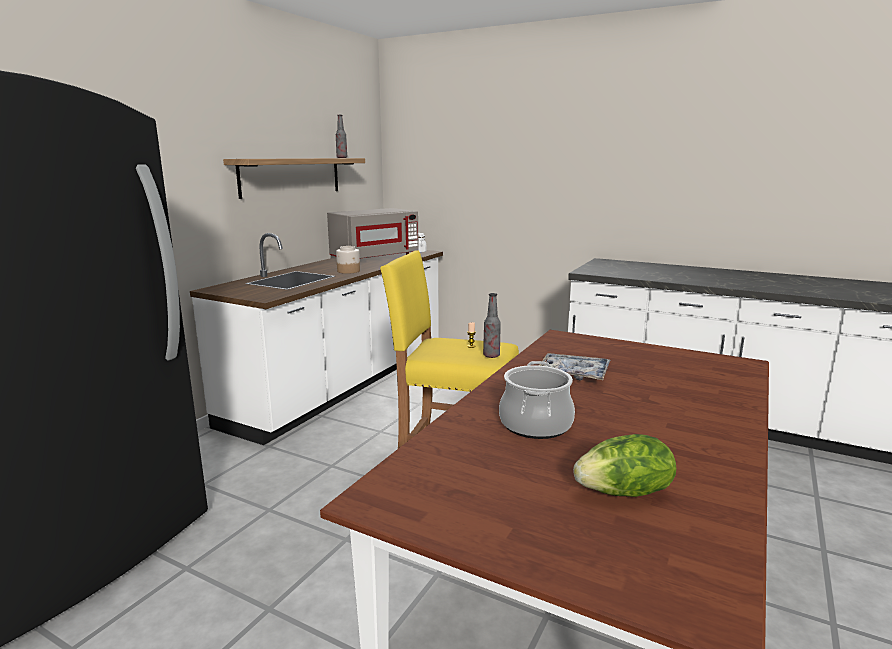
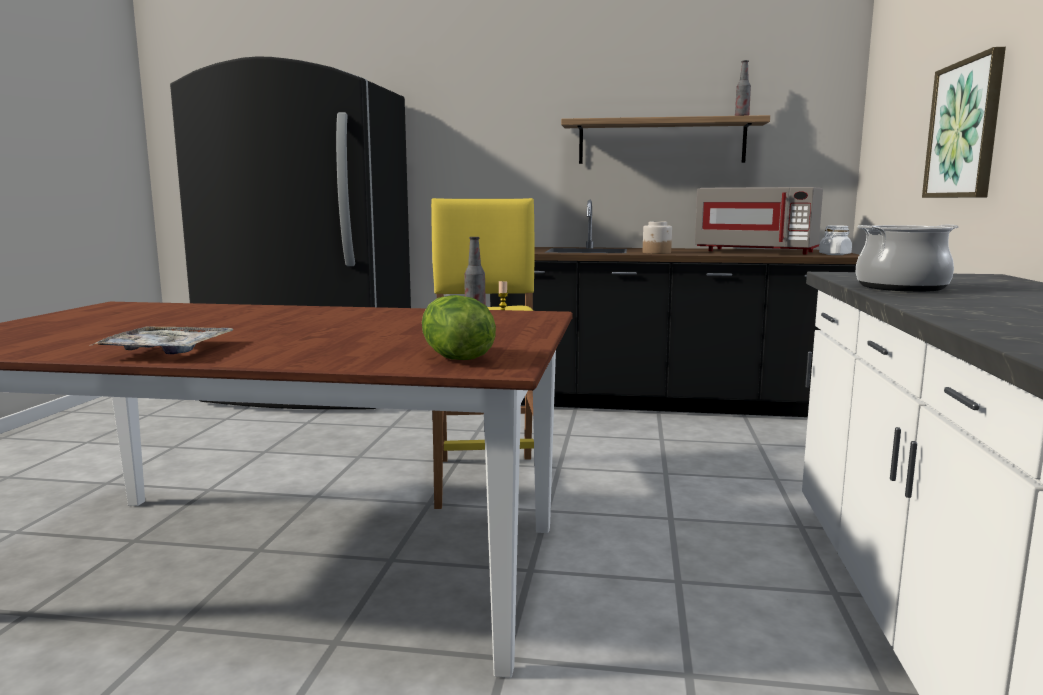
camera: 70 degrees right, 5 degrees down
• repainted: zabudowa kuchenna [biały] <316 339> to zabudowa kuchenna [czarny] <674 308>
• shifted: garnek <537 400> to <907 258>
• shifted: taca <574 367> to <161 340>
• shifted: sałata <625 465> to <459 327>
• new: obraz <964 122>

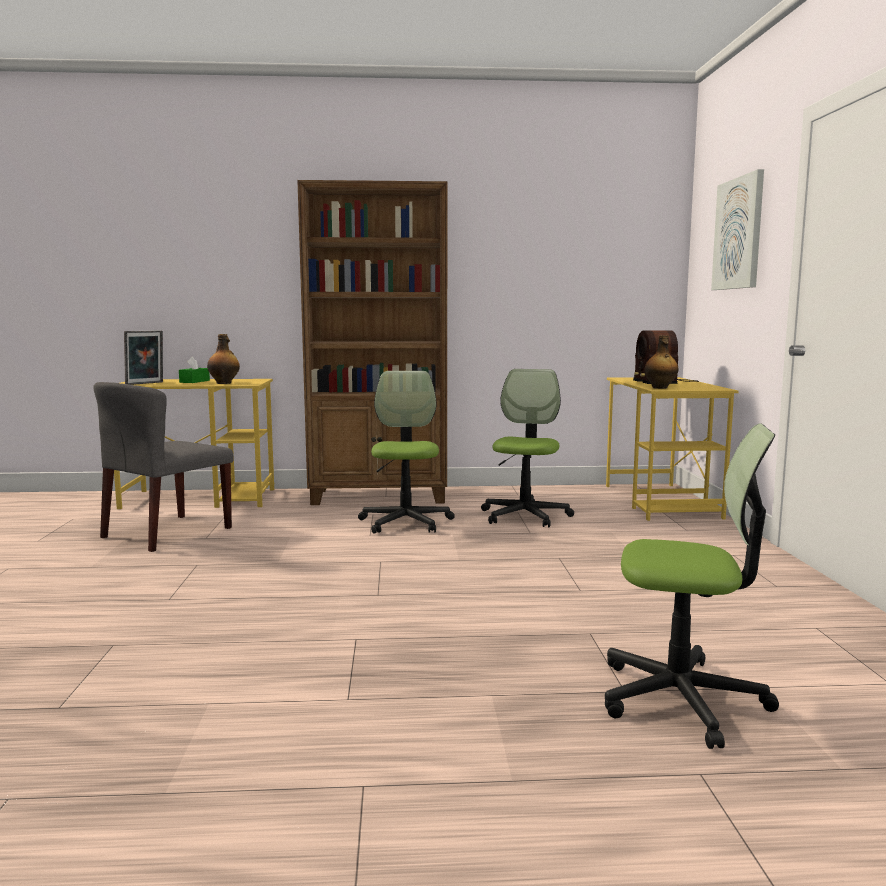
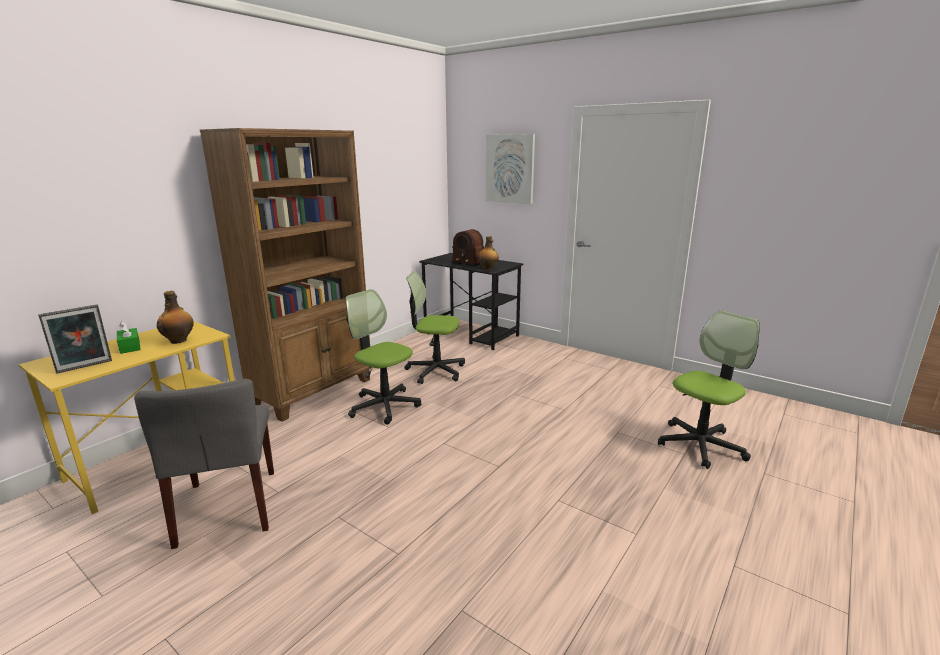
camera: 50 degrees left, 10 degrees up
• rotated: ramka na zdjęcie <143 357> = <75 339> 60 degrees clockwise
• rotated: krzesło biurowe <527 448> = <434 327> 45 degrees counterclockwise
• repainted: biurko [żółty] <672 449> to biurko [czarny] <471 301>

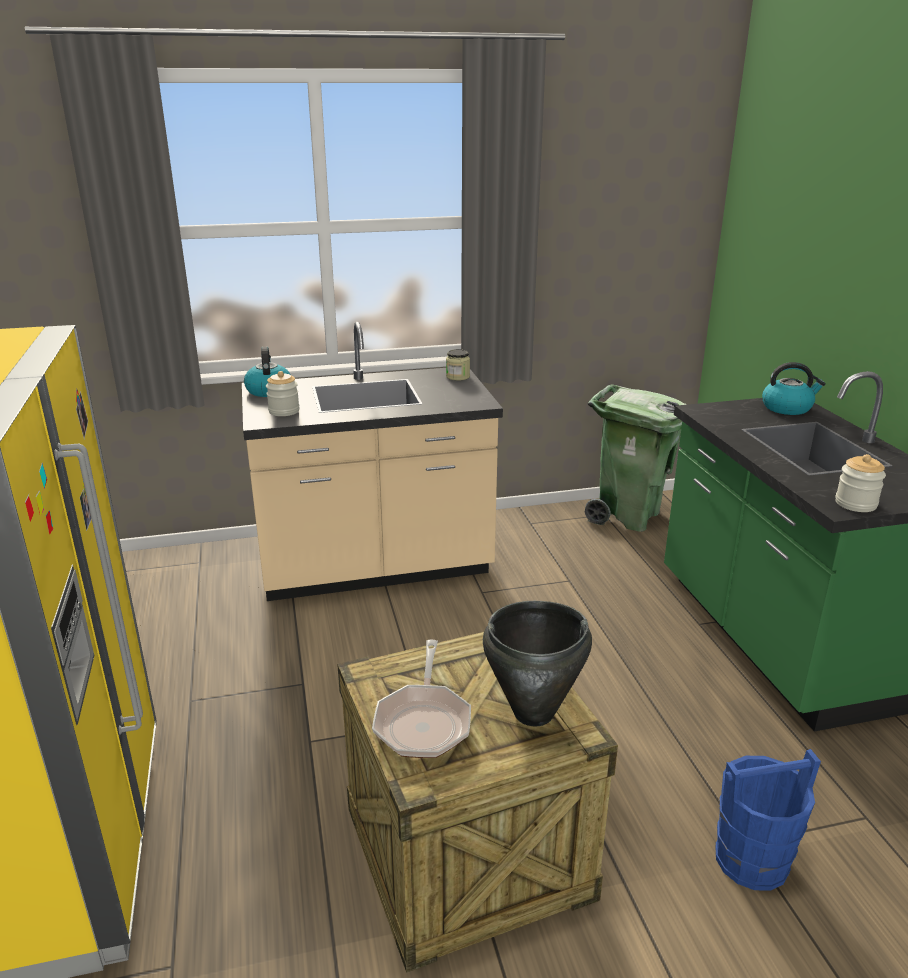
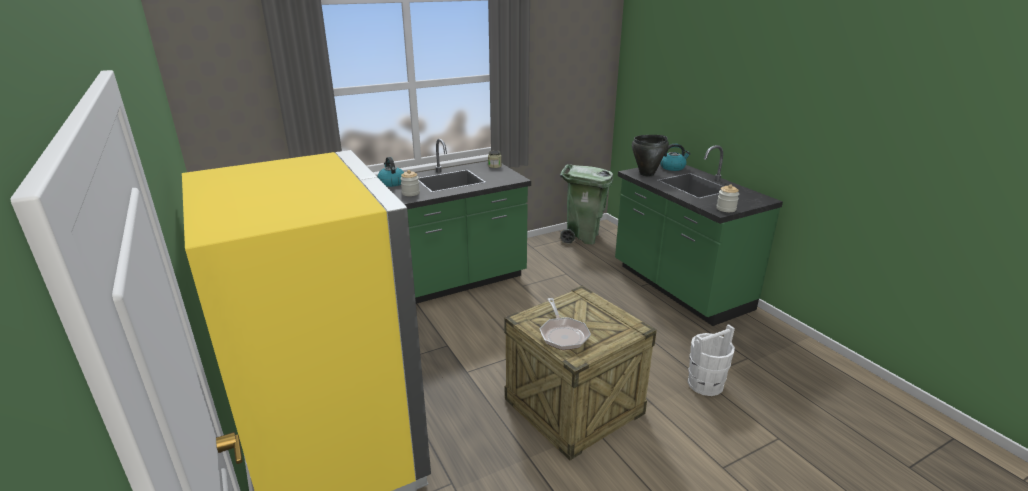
camera: 15 degrees left, 0 degrees up
• repainted: zabudowa kuchenna [beżowy] <372 461> to zabudowa kuchenna [zielony] <459 221>
• shifted: garnek [czarny] <537 663> to <650 155>
• repainted: wiadro [niebieski] <768 820> to wiadro [biały] <711 360>

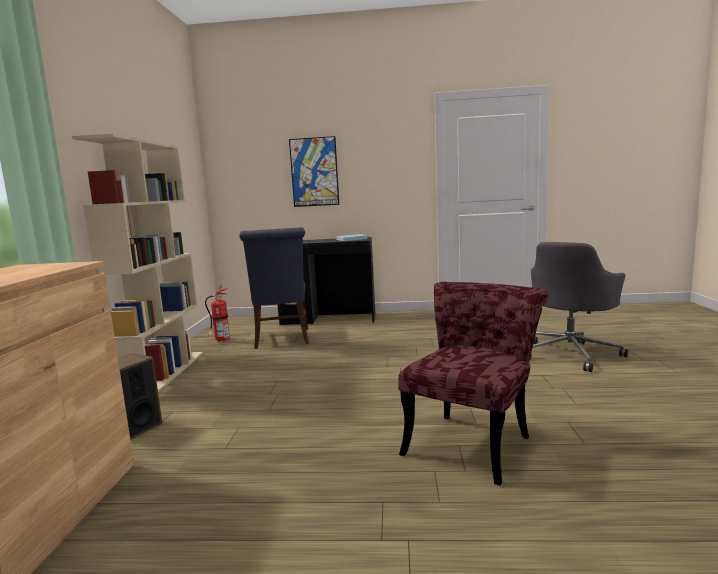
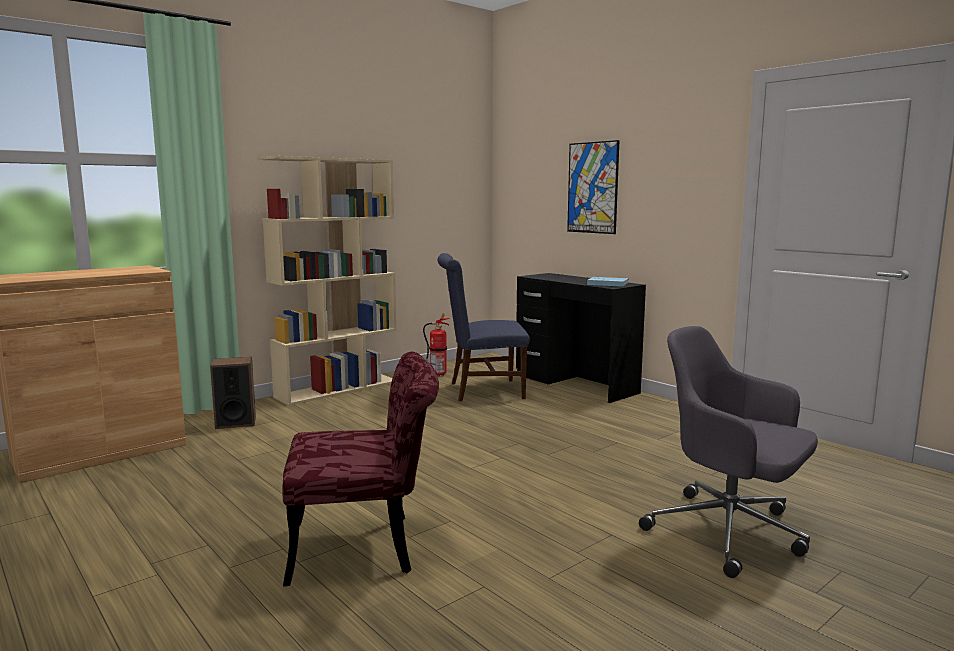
camera: 45 degrees right, 0 degrees up
• rotated: krzesło [niebieski] <274 288> = <484 327> 45 degrees clockwise
• rotated: krzesło biurowe [szary] <579 307> = <728 452> 45 degrees clockwise

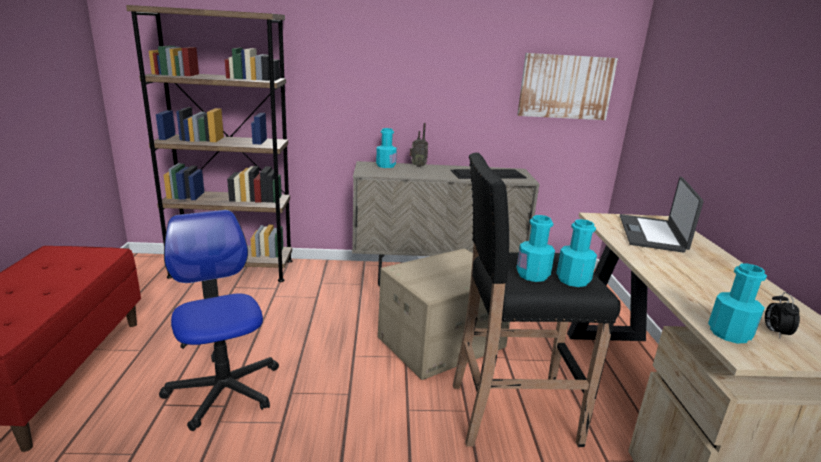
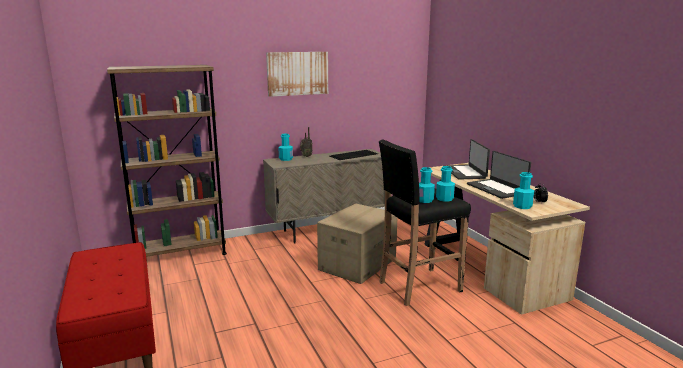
camera: 20 degrees left, 5 degrees down
• gone: krzesło biurowe <219 320>
• shifted: obraz <567 86> to <297 74>
• new: laptop <499 175>

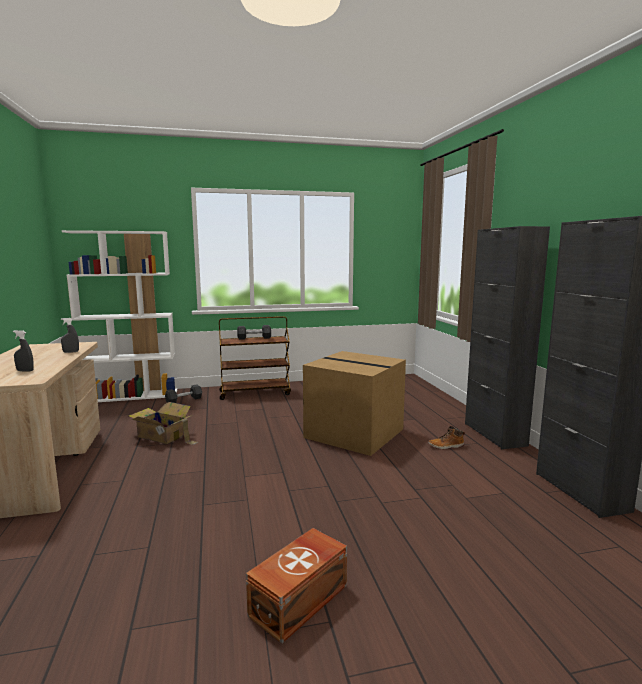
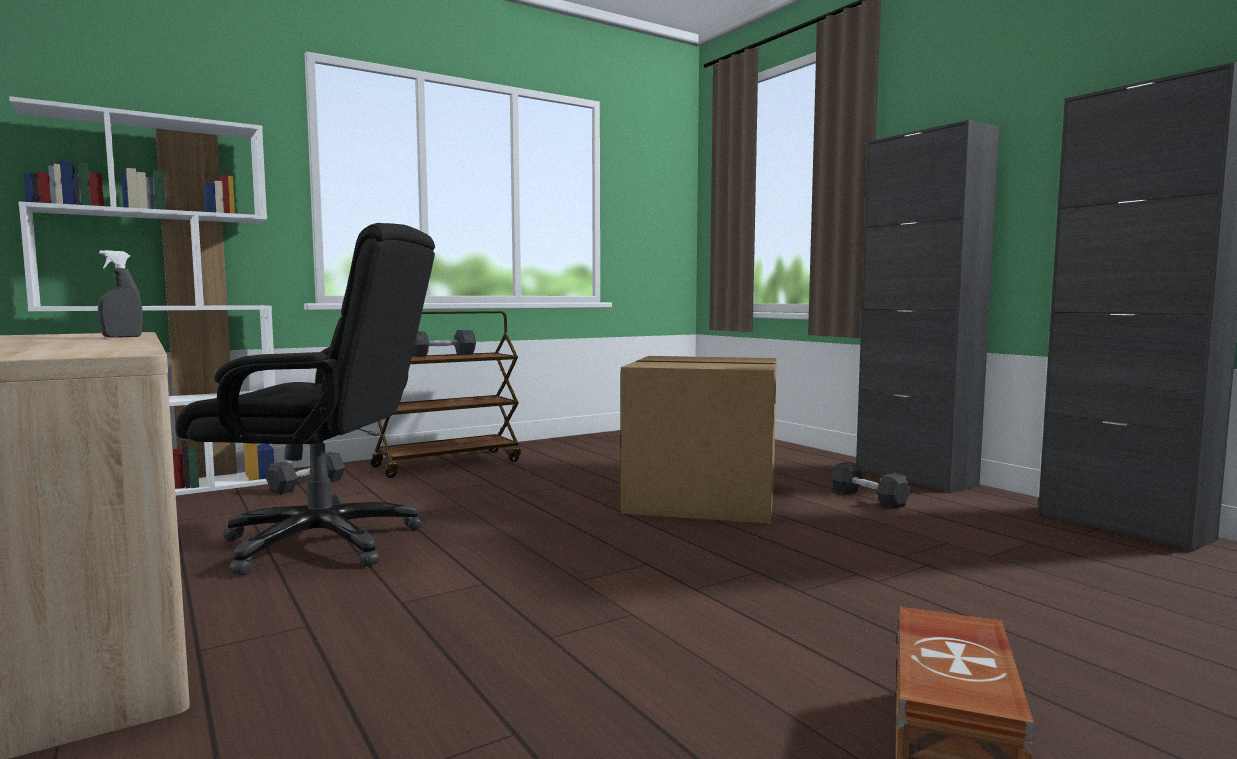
camera: 20 degrees left, 5 degrees down
• gone: spryskiwacz [szary] <23 350>
• swapped: karton <164 423> to krzesło biurowe [czarny] <305 399>
• swapped: but z cholewką <446 437> to hantel [szary] <870 485>

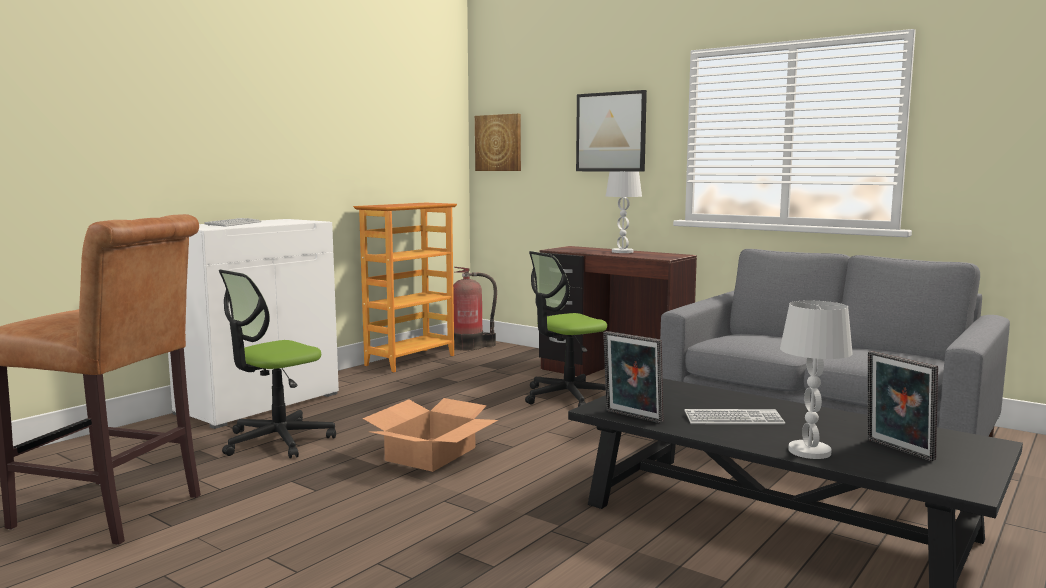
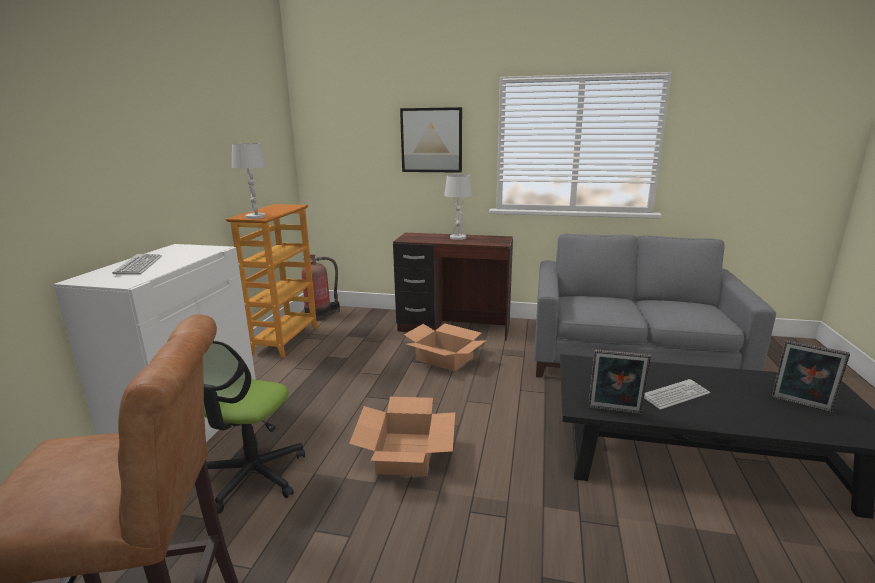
camera: 25 degrees left, 10 degrees up
• gone: obraz <498 142>
• swapped: krzesło biurowe <566 329> to karton <445 347>
• shifted: lampa stołowa [biały] <816 380> to <249 181>

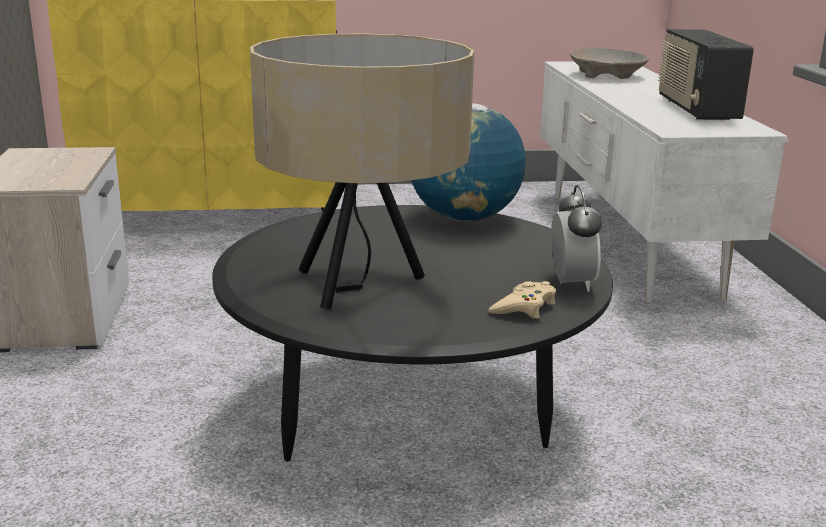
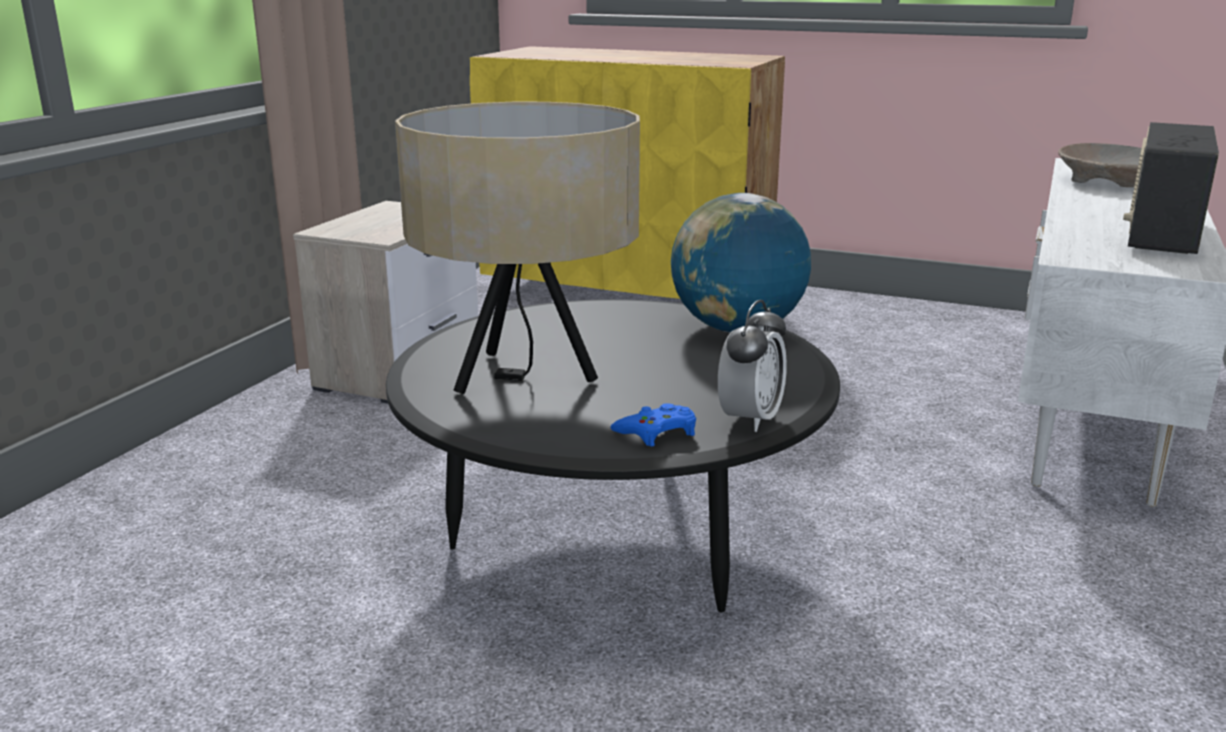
camera: 30 degrees right, 0 degrees up
• repainted: pad do gier [beżowy] <522 300> to pad do gier [niebieski] <653 425>

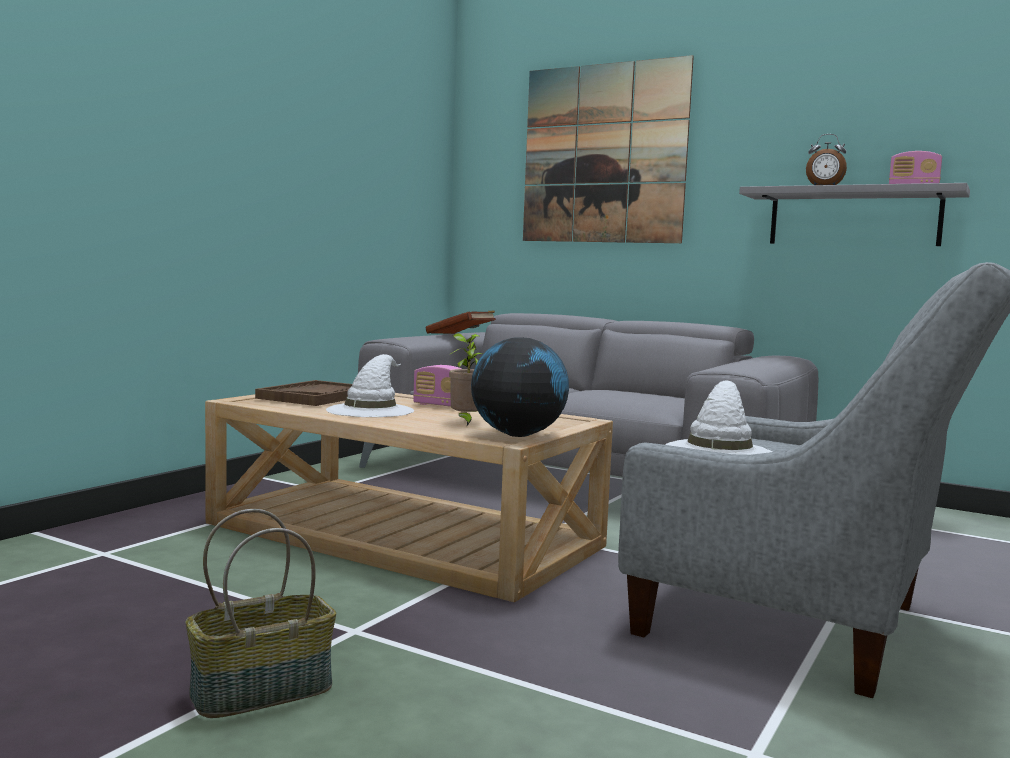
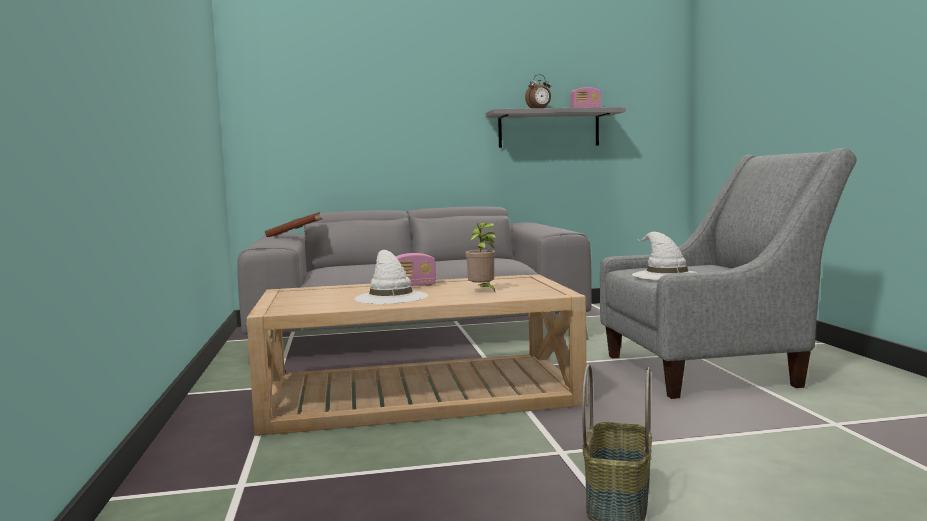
camera: 40 degrees left, 0 degrees up
• gone: taca [brązowy] <303 393>
• gone: globus <520 387>
• gone: obraz <608 149>

